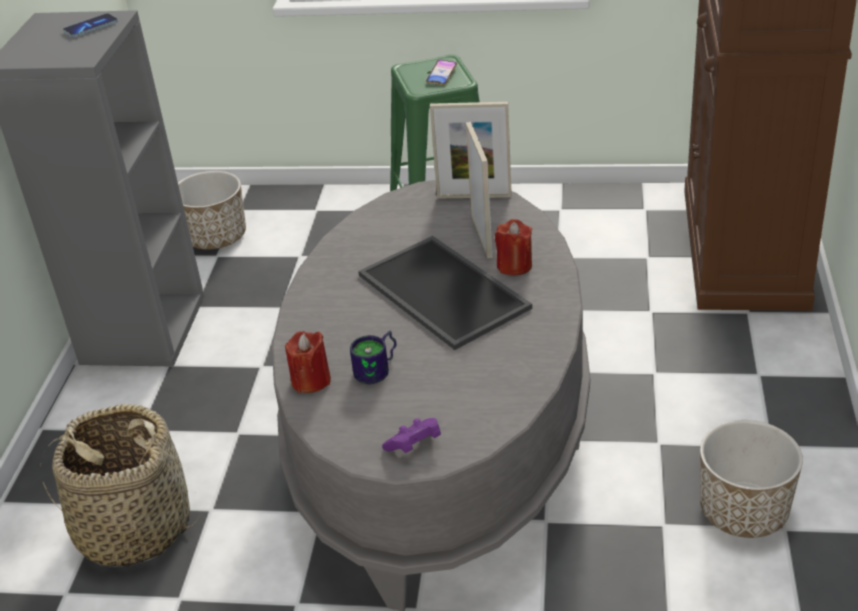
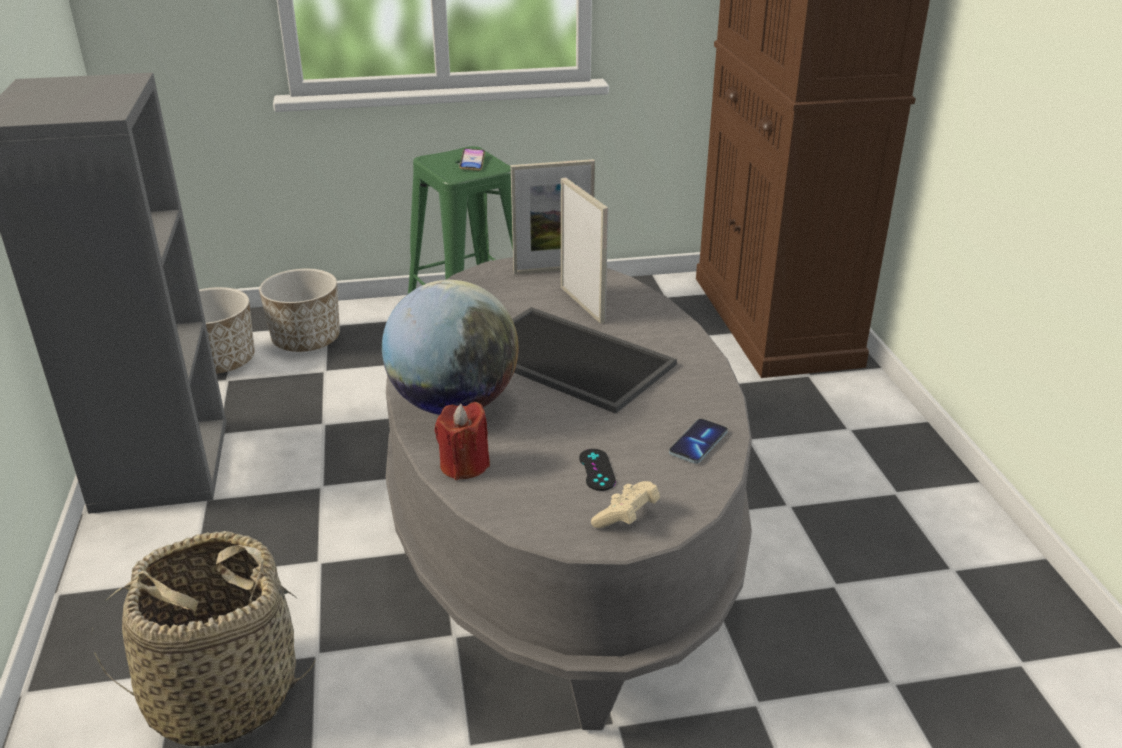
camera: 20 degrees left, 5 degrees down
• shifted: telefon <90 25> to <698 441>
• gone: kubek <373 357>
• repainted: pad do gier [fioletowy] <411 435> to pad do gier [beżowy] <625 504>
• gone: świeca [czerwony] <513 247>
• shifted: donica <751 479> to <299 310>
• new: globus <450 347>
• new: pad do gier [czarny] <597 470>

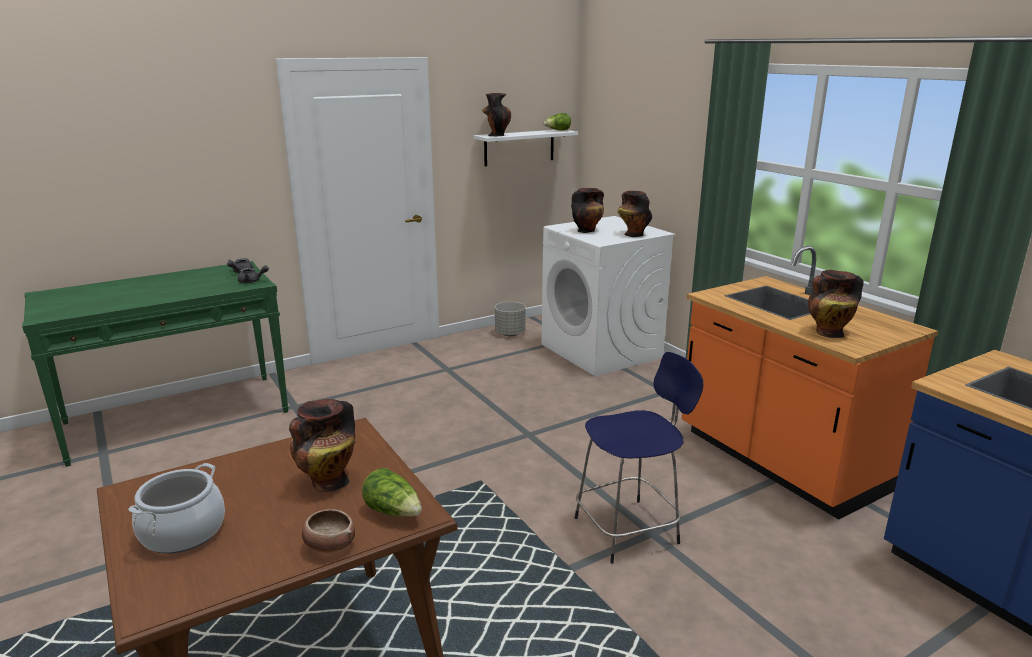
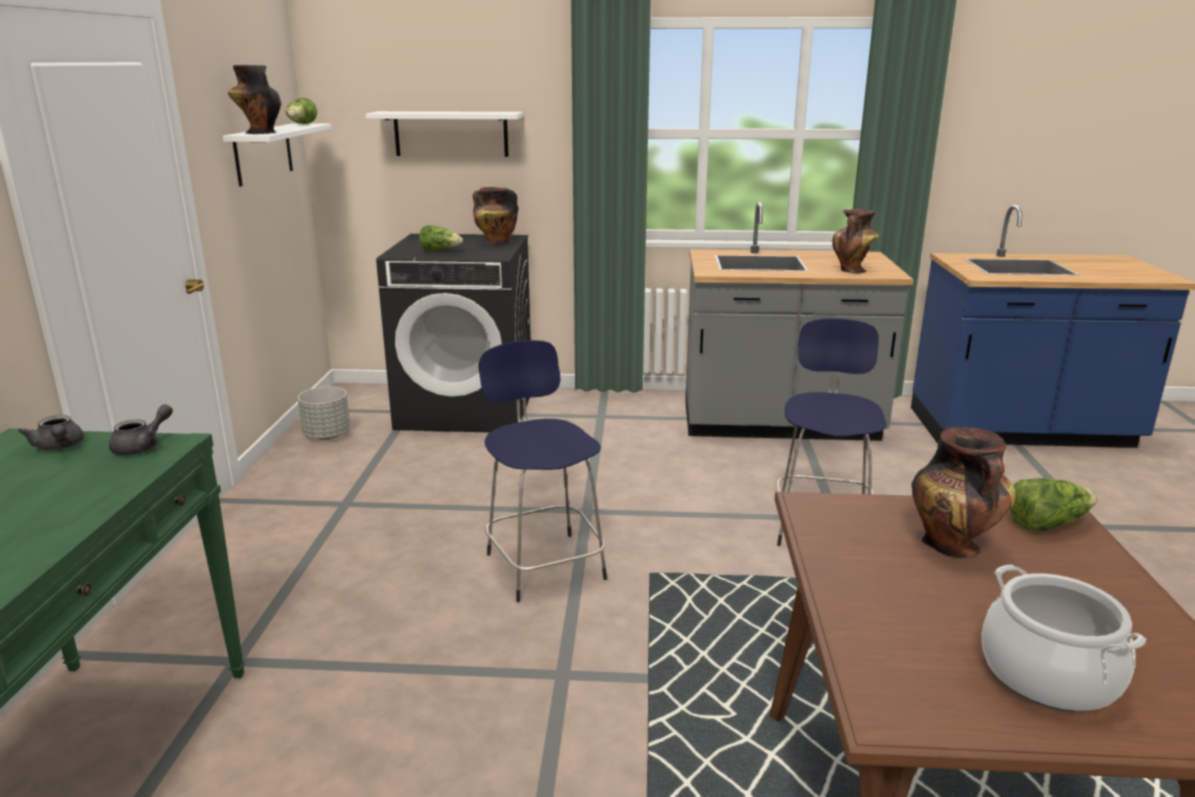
camera: 55 degrees left, 0 degrees up
• gone: miska <328 531>
• repainted: pralka [biały] <609 296> to pralka [czarny] <453 333>
• swapped: wazon <587 210> to sałata <441 238>
• repainted: zabudowa kuchenna [pomarańczowy] <809 383> to zabudowa kuchenna [szary] <799 321>
• new: półka [biały] <444 134>
• new: stołek [niebieski] <543 471>

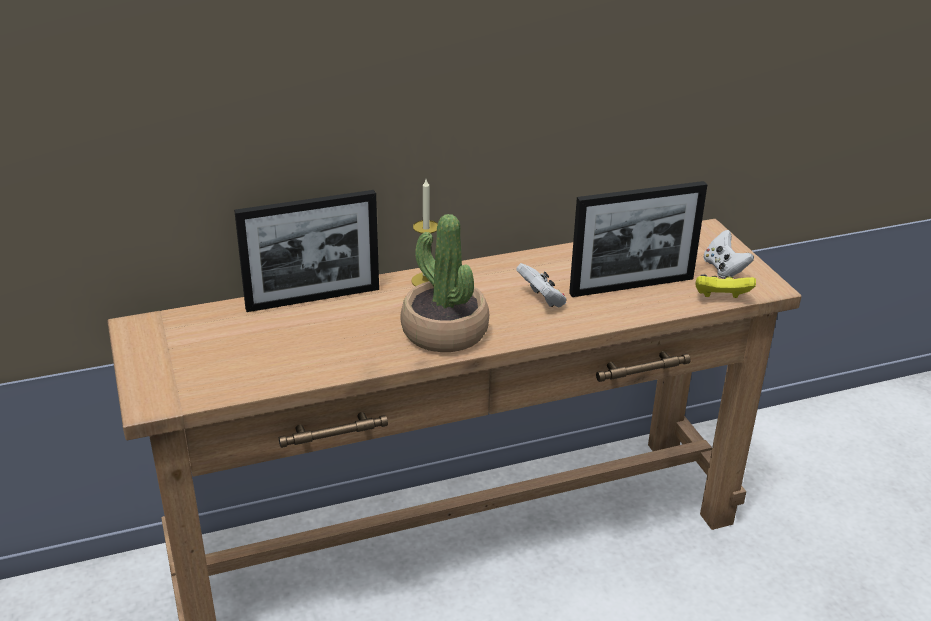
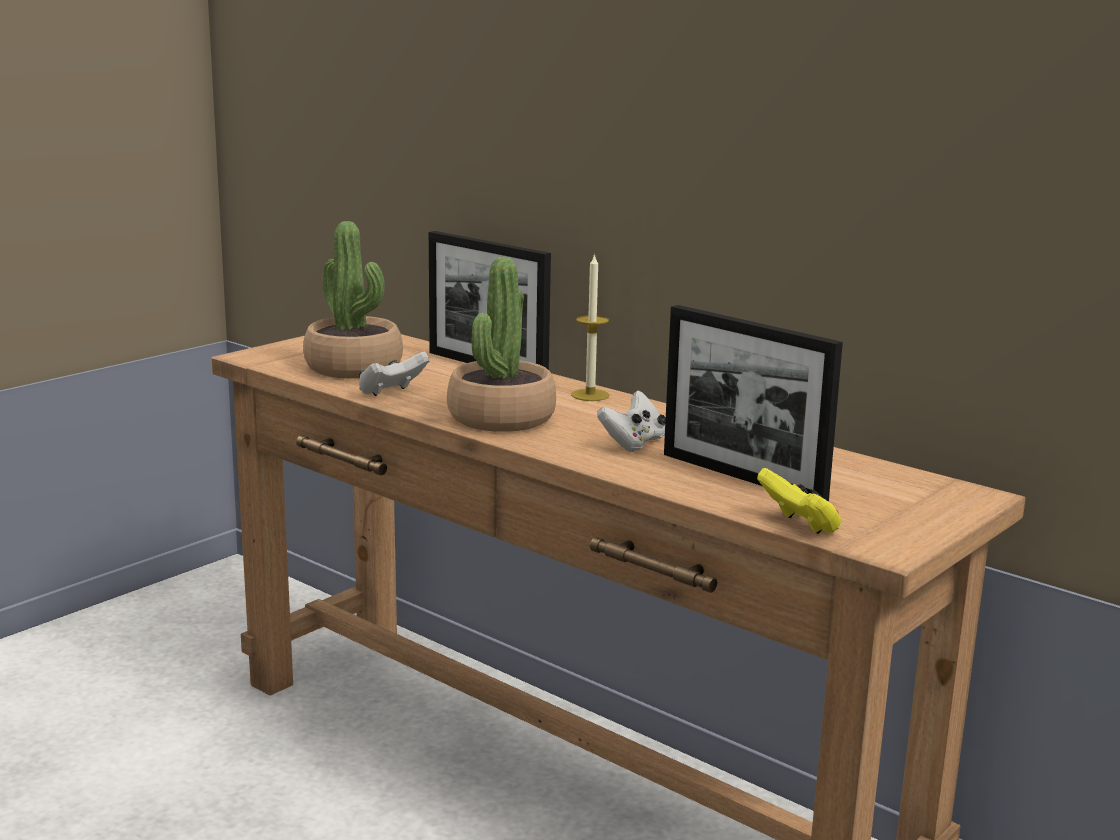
camera: 60 degrees right, 15 degrees down
• shifted: pad do gier [biały] <728 254> to <394 374>
• new: roślina doniczkowa <353 299>

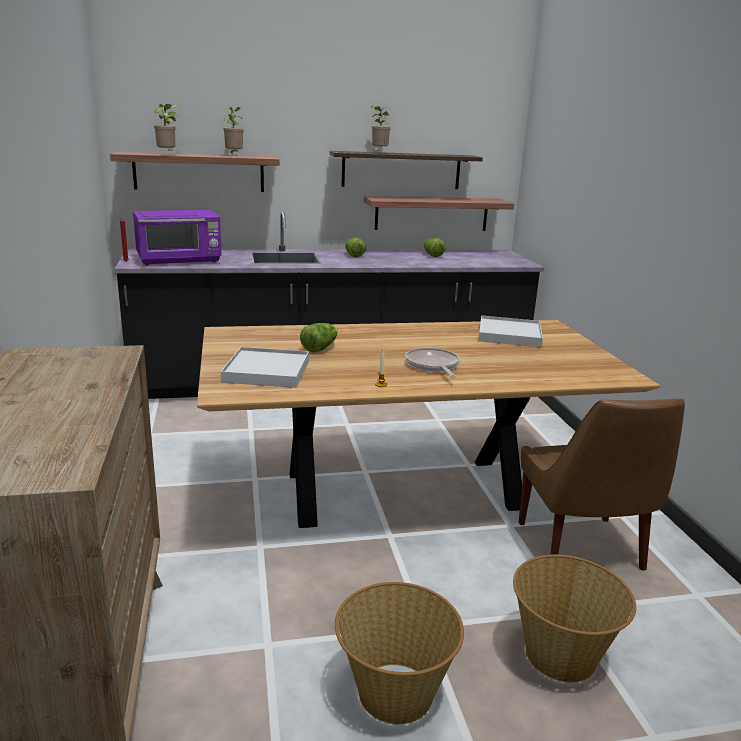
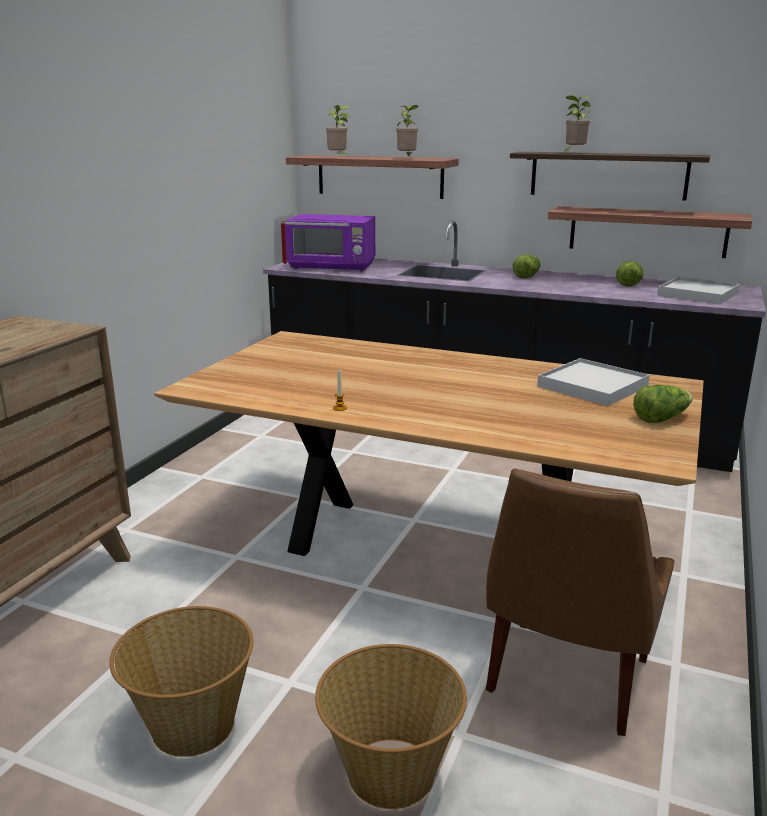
camera: 35 degrees right, 0 degrees up
• shifted: taca [biały] <265 367> to <698 290>
• shifted: sałata <319 338> to <663 404>
• gone: patelnia <432 363>

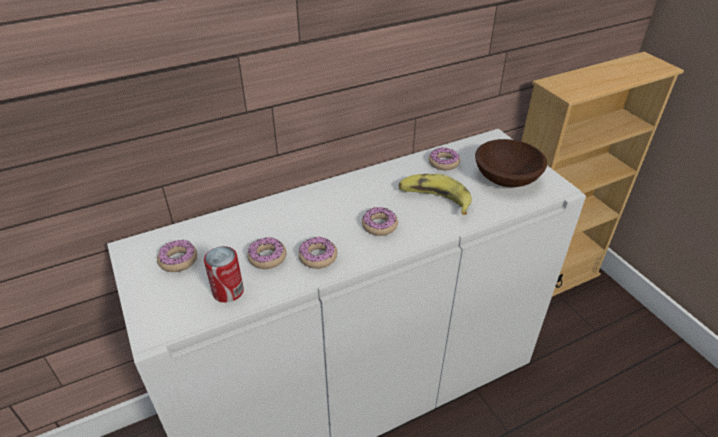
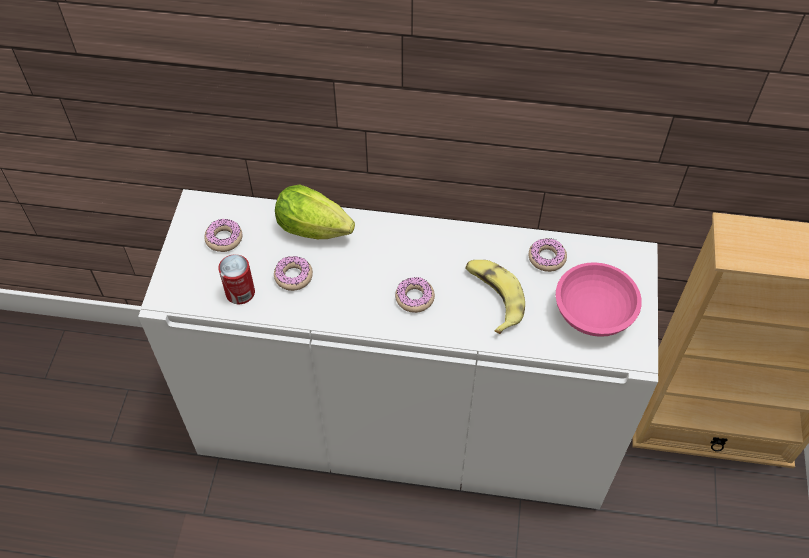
camera: 35 degrees right, 15 degrees up
• gone: donut <318 253>
• repainted: miska [brązowy] <511 163> to miska [różowy] <599 299>
• new: sałata <315 211>

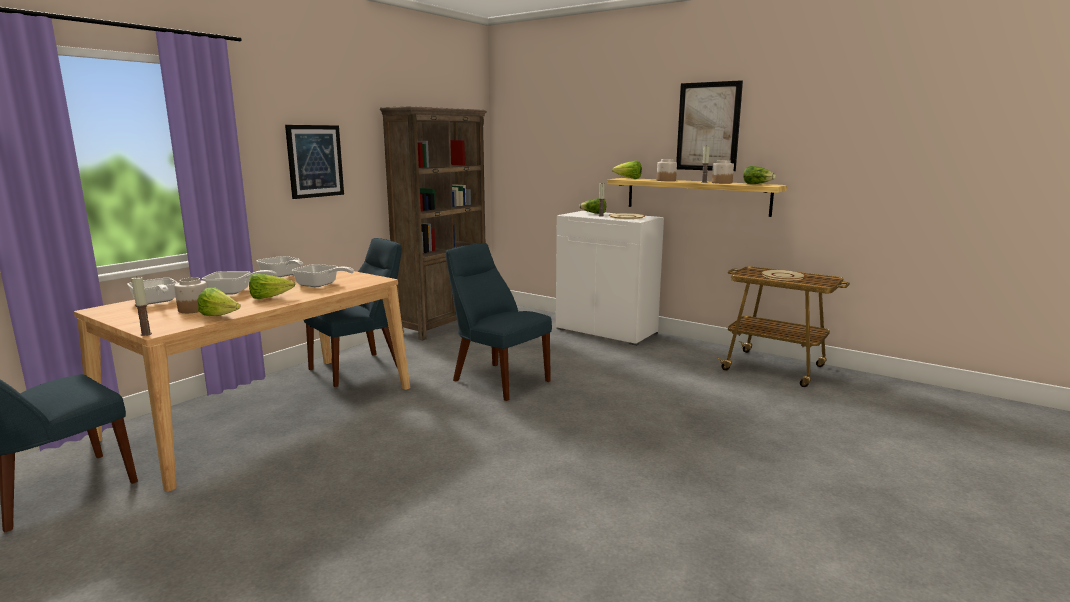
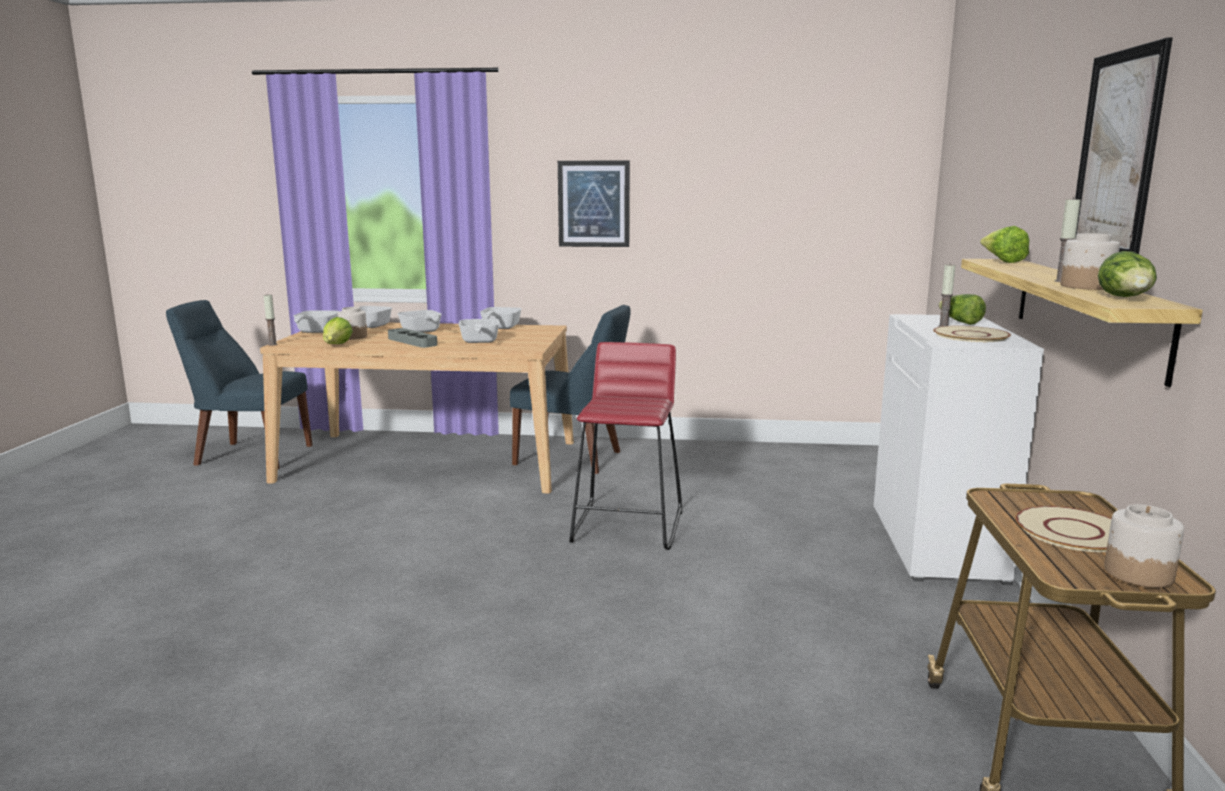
camera: 60 degrees right, 0 degrees up
• swapped: sałata <272 286> to taca [szary] <412 338>
• gone: regał [brązowy] <433 223>
• swapped: krzesło [niebieski] <499 322> to stołek [czerwony] <625 446>
• shifted: słoik <667 170> to <1144 545>
• new: patelnia <317 321>

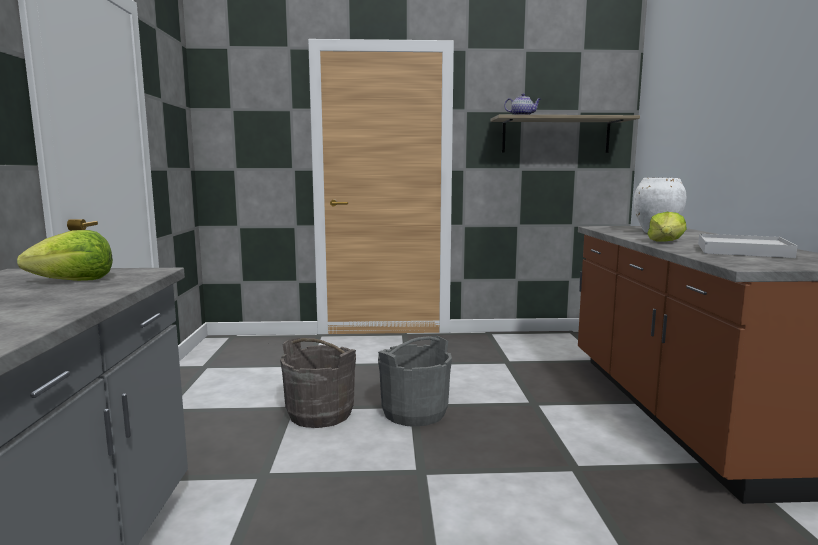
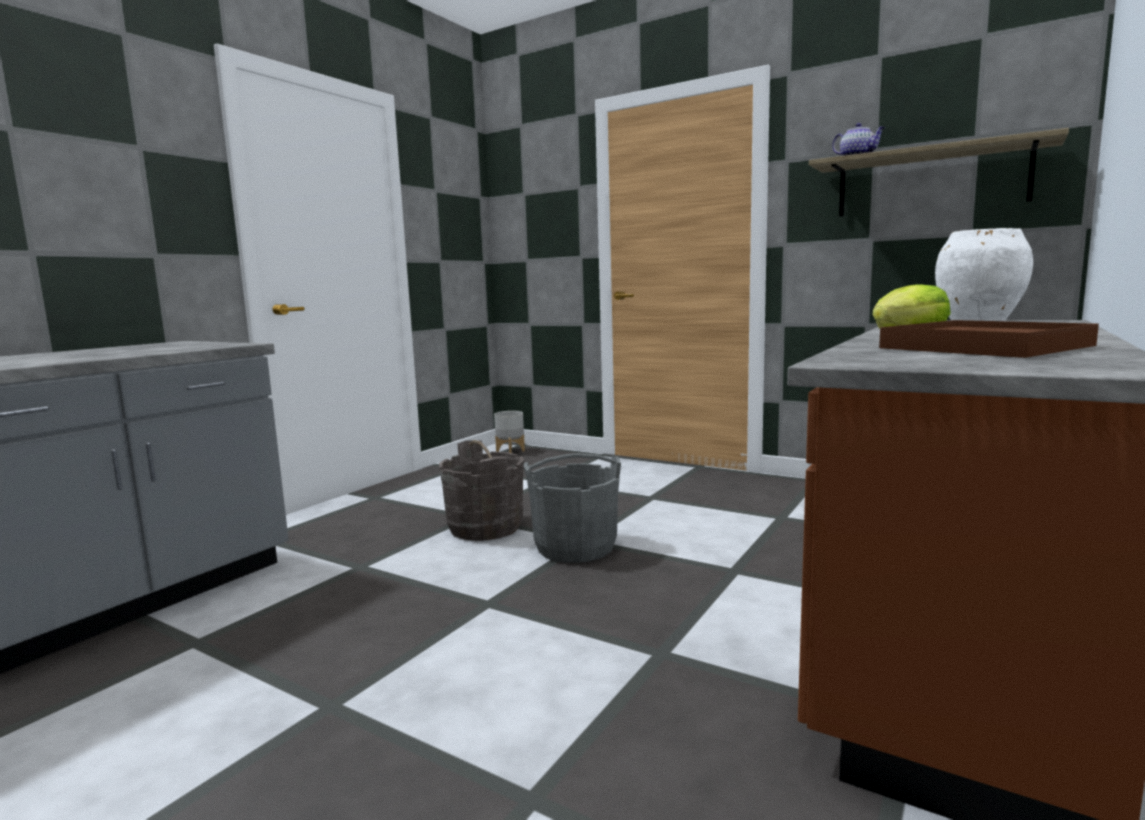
camera: 35 degrees right, 0 degrees up
• gone: sałata <65 255>
• repainted: taca [biały] <747 246> to taca [brązowy] <989 339>
• new: donica [szary] <509 432>

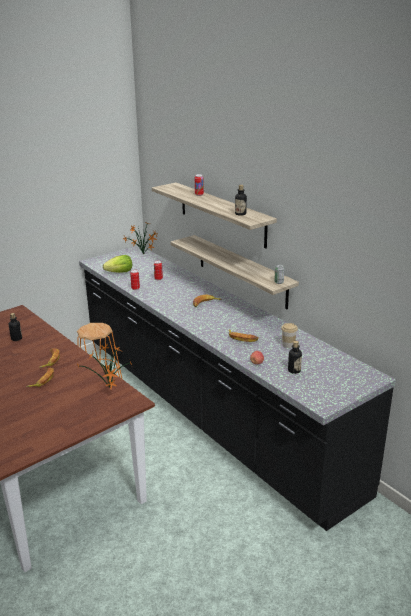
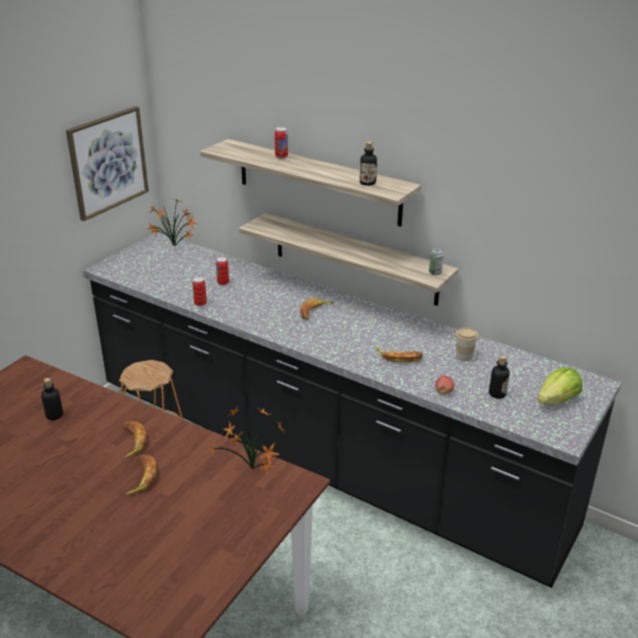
camera: 20 degrees left, 5 degrees up
• shifted: sałata <117 264> to <560 386>
• new: obraz <107 163>

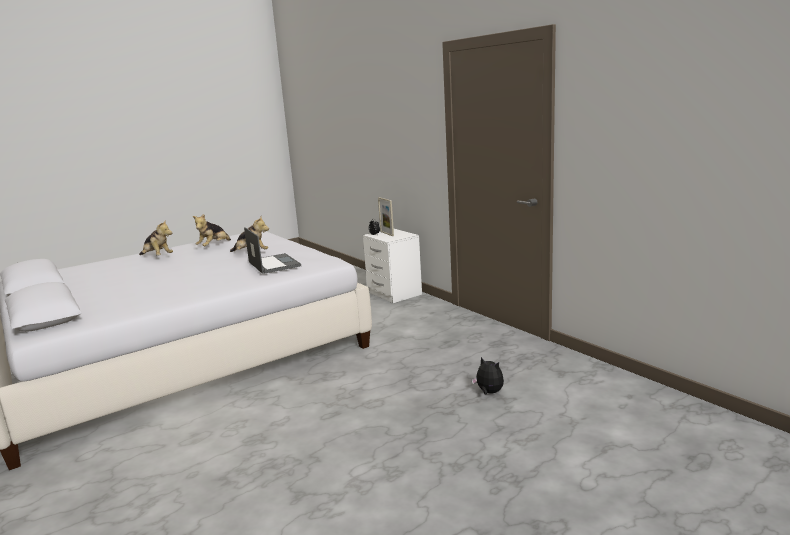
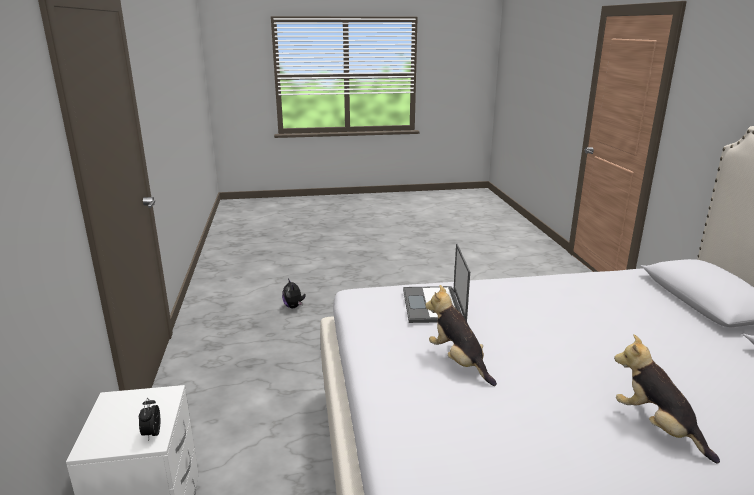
camera: 155 degrees left, 5 degrees up
• gone: pluszak <211 230>
• gone: ramka na zdjęcie <386 216>

